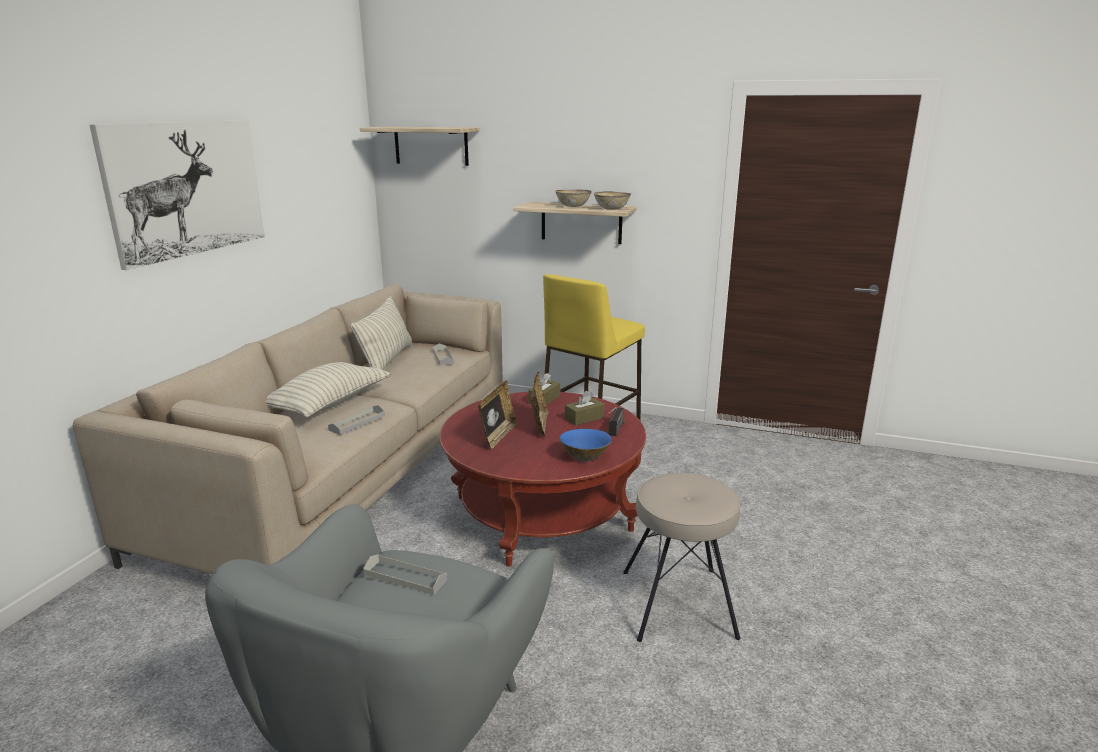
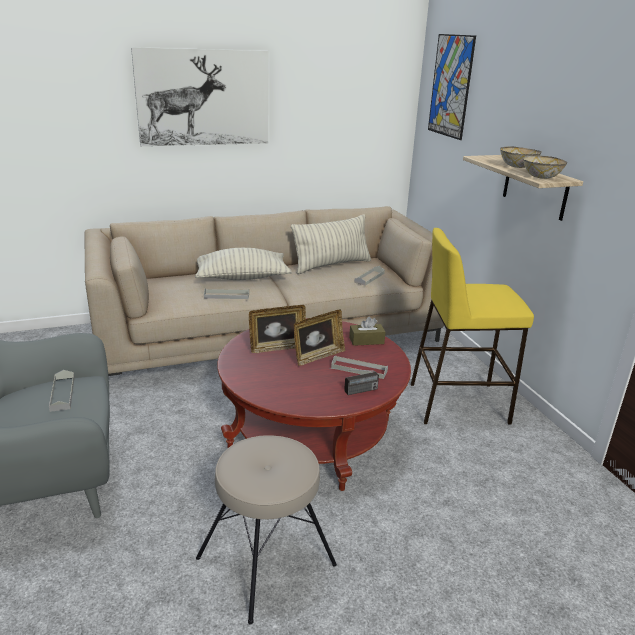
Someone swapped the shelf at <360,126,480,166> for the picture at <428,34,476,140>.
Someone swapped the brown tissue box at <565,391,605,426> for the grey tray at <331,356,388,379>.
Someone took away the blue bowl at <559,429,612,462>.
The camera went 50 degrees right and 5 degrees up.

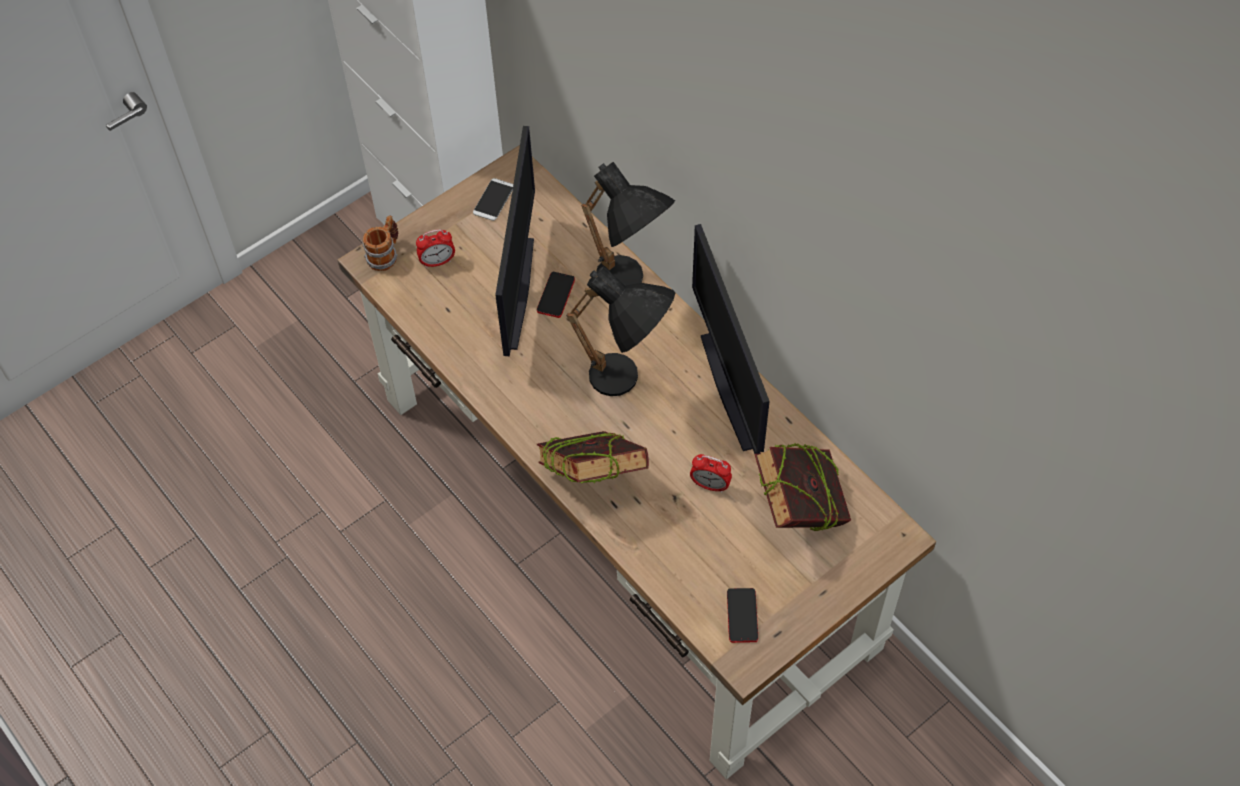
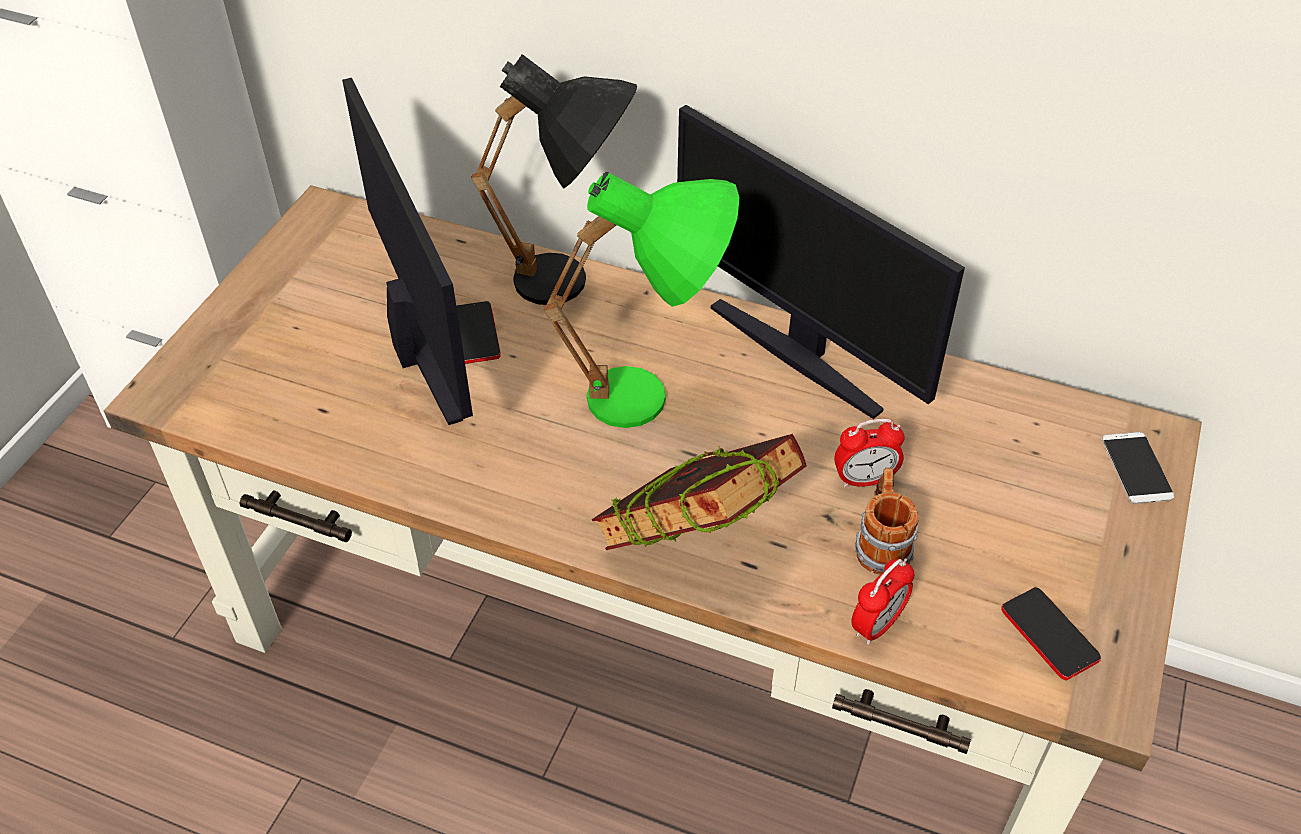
Someone carried the phone from <473,178,513,221> to <1102,432,1174,504>.
Someone carried the mug from <362,215,398,271> to <855,468,919,575>.
Someone carried the alarm clock from <416,229,455,268> to <851,558,915,645>.
Someone repainted the black table lamp at <566,266,676,396>, which became the green table lamp at <543,172,740,428>.
Someone took away the book at <754,443,851,531>.
The camera went 30 degrees left and 10 degrees down.

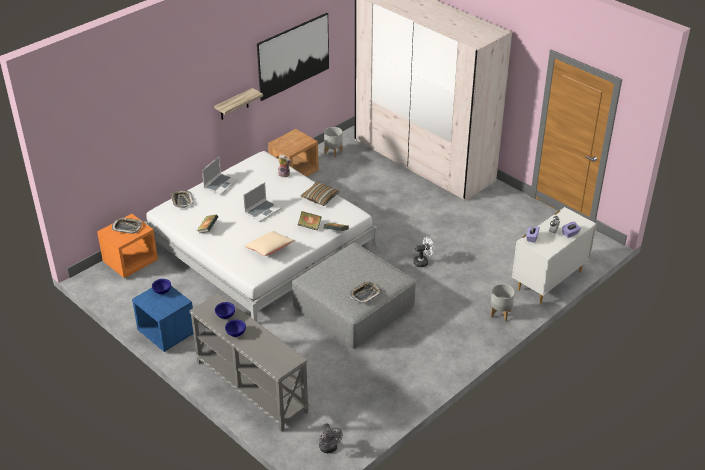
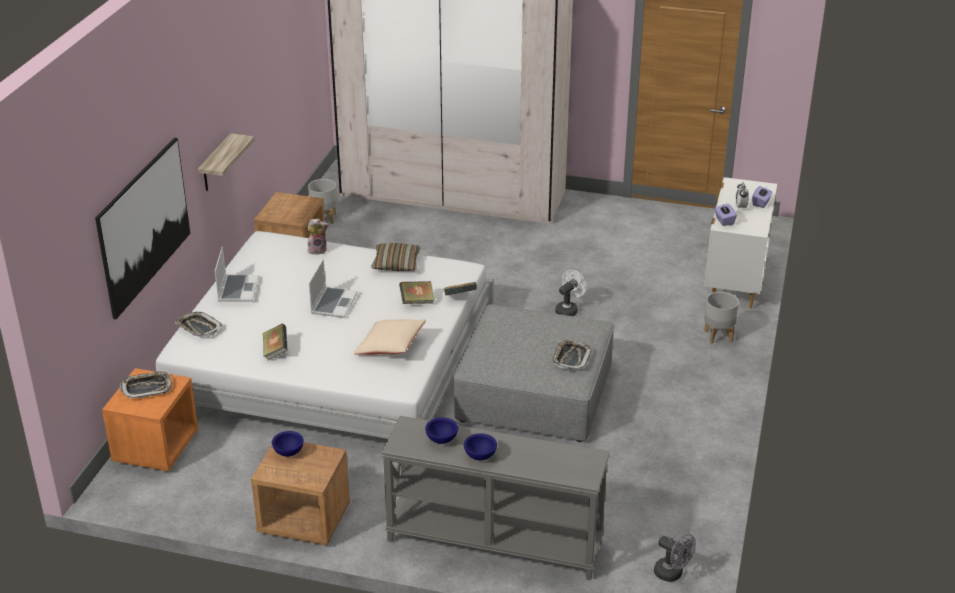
Someone carried the picture from <257,13,329,101> to <95,138,190,319>.
Someone repainted the blue nightstand at <132,286,193,352>, which became the brown nightstand at <251,442,350,545>.
The camera went 30 degrees left and 5 degrees down.

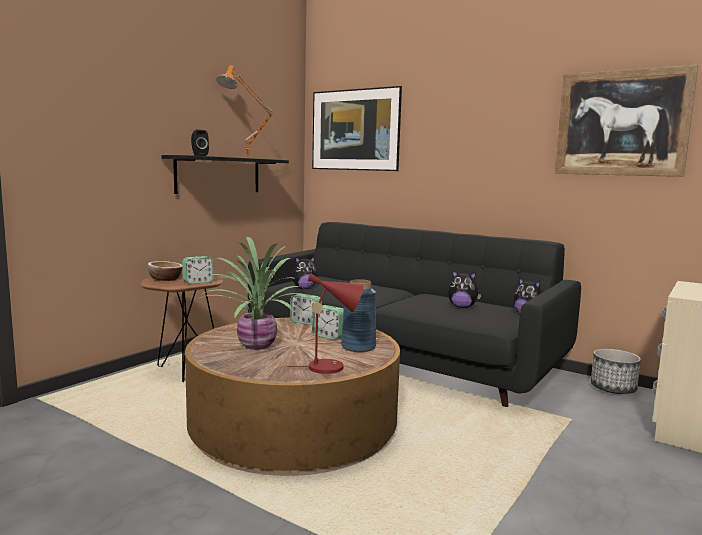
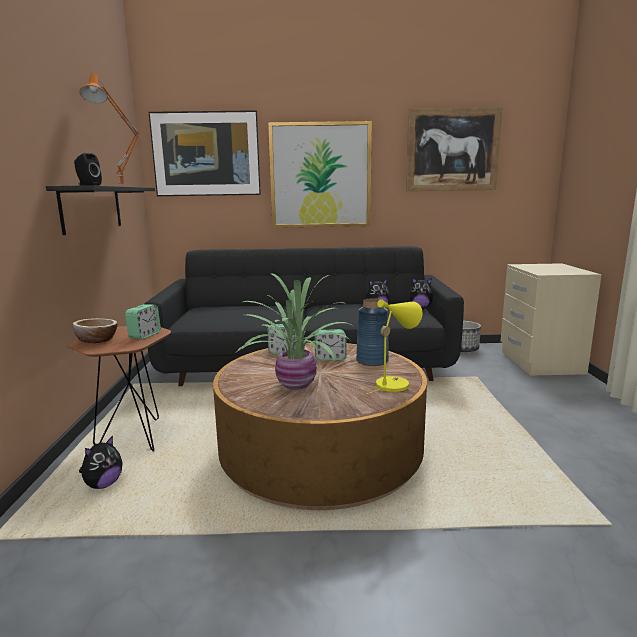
Someone carried the plush toy from <292,256,318,289> to <79,435,123,489>.
Someone repainted the red table lamp at <287,274,364,374>, which became the yellow table lamp at <366,299,422,395>.
Someone put up the picture at <268,121,372,228>.
The camera went 35 degrees left and 5 degrees up.

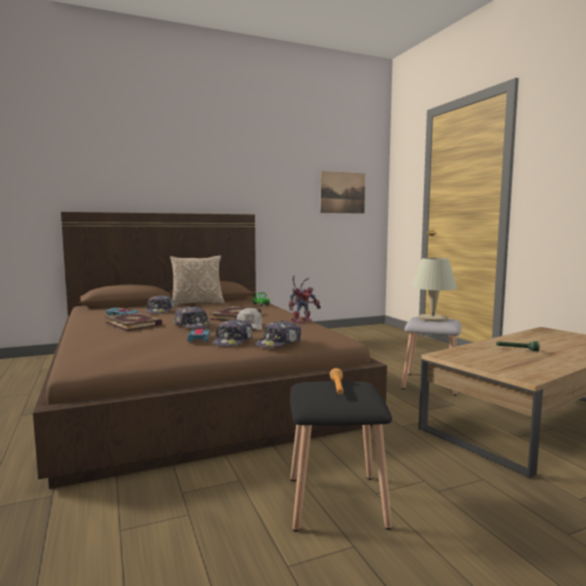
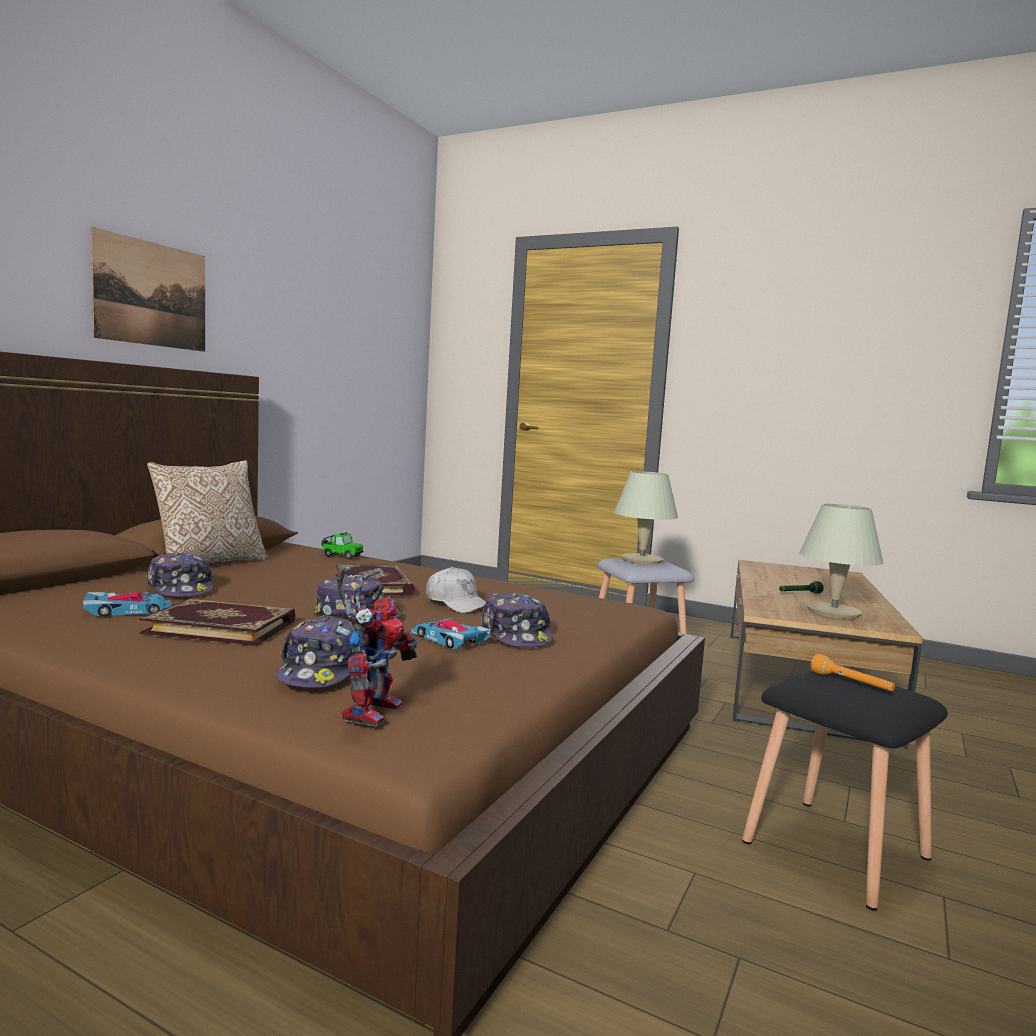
Someone carried the picture from <320,171,365,214> to <91,227,205,352>.
Someone carried the toy robot from <289,275,321,323> to <337,566,418,727>.
Someone carried the cap from <255,321,301,348> to <275,615,353,688>.
Someone put down the beige table lamp at <799,504,883,619>.
The camera went 40 degrees left and 0 degrees up.

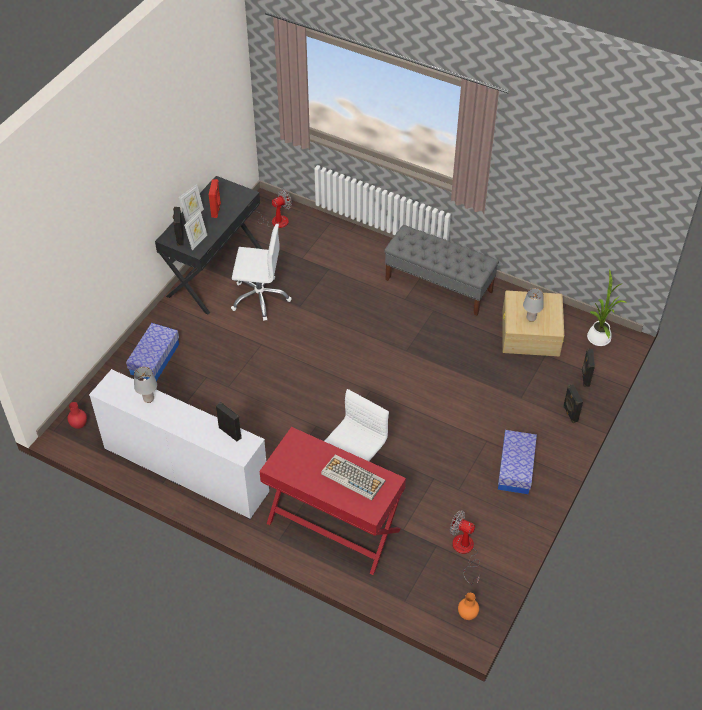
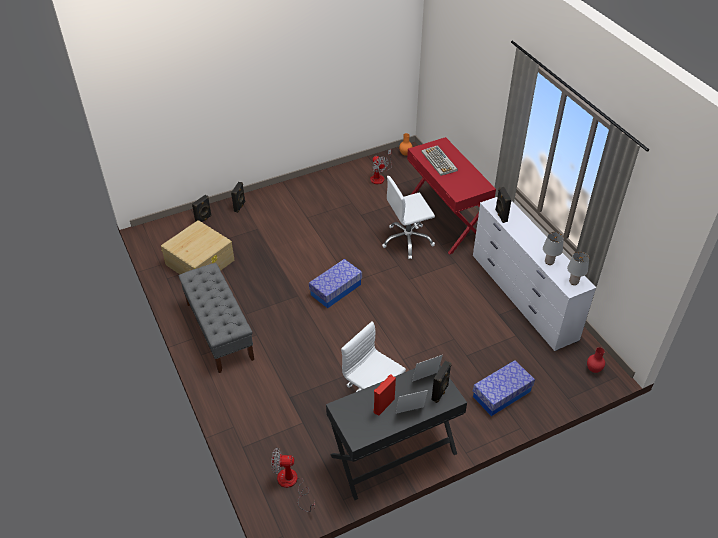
Someone took away the potted plant at <587,269,625,346>.
Someone carried the grey table lamp from <523,288,544,322> to <567,251,589,285>.
Someone carried the storage box from <498,430,537,494> to <309,259,362,308>.
The camera went 145 degrees left and 5 degrees down.

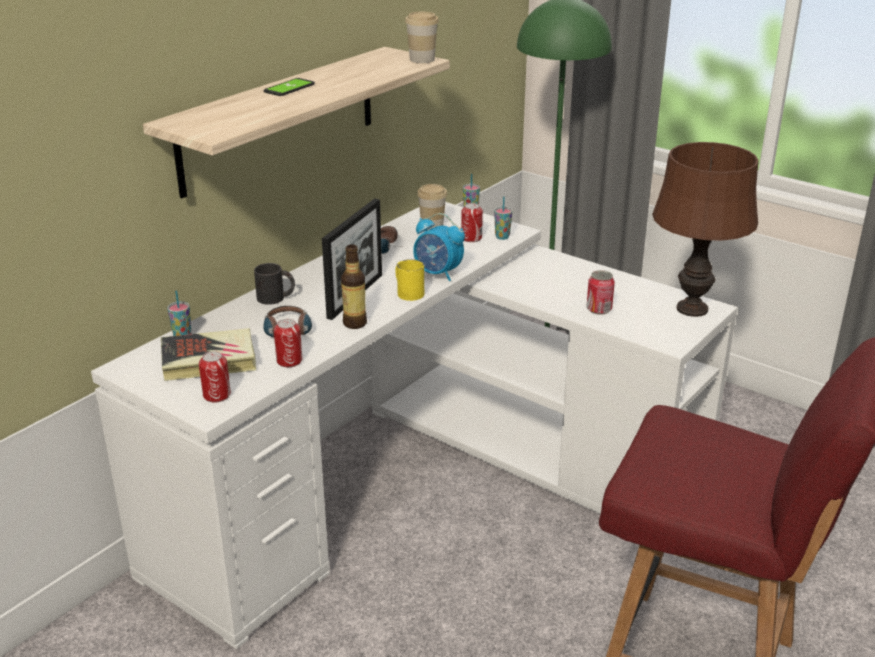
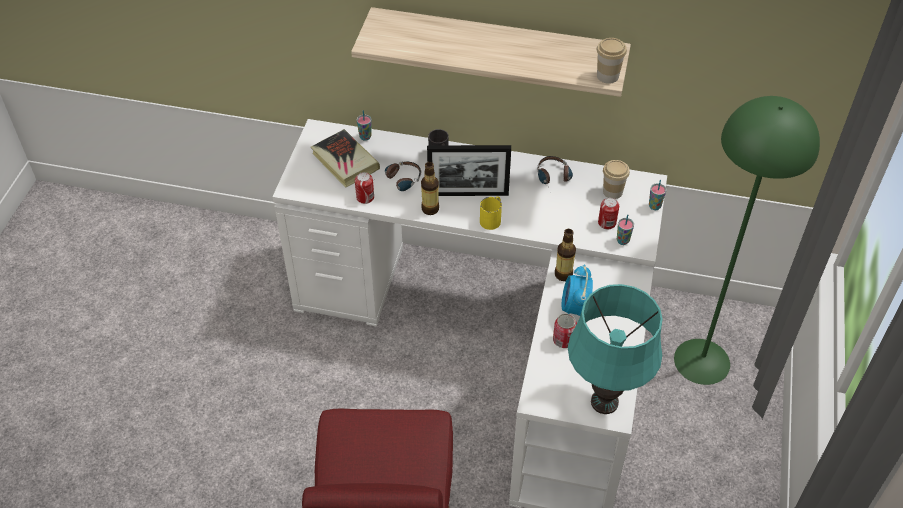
Someone took away the phone at <264,78,315,96>.
Someone repainted the brown table lamp at <652,142,759,317>, which became the turquoise table lamp at <568,284,663,414>.
Someone carried the alarm clock from <413,213,465,281> to <562,265,593,316>.
Someone took away the can at <199,351,231,402>.
Someone put down the bottle at <555,229,576,281>.
The camera went 65 degrees right and 20 degrees up.

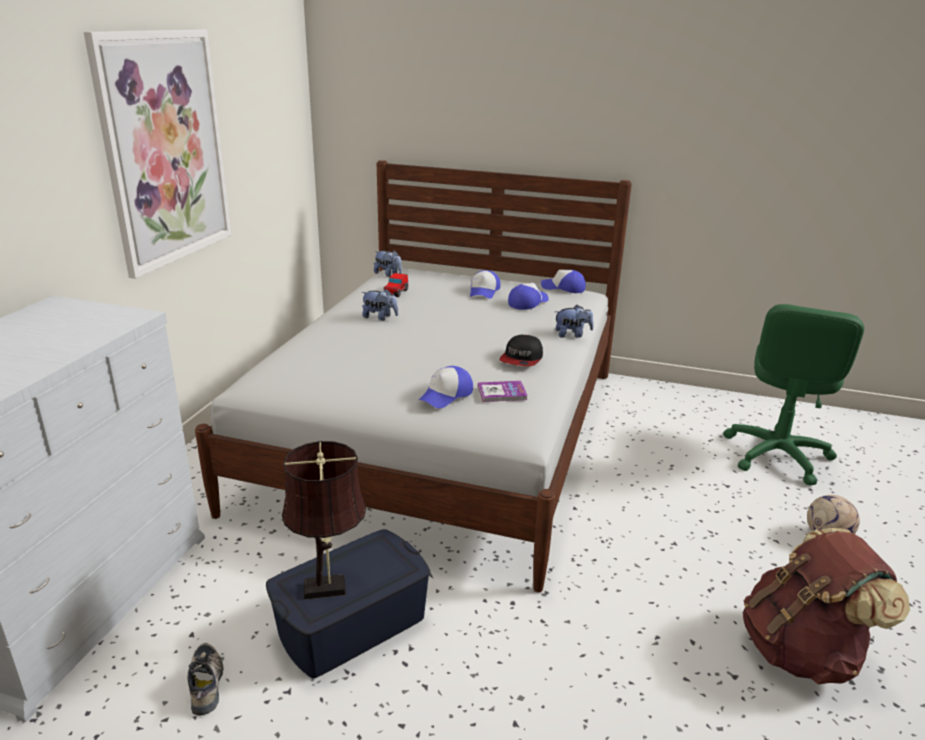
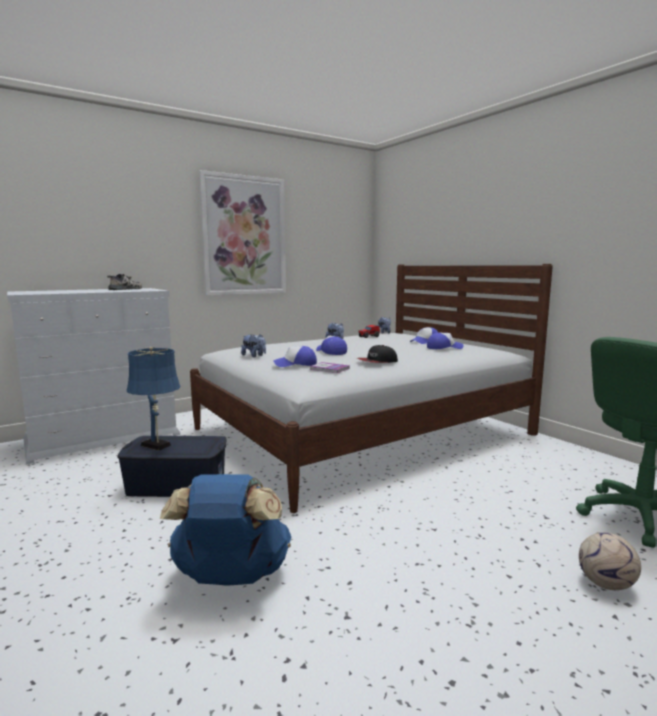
Someone carried the cap from <541,270,586,293> to <316,336,347,355>.
Someone carried the plush toy from <555,305,594,338> to <241,334,266,357>.
Someone repainted the brown table lamp at <282,441,366,600>, which became the blue table lamp at <127,346,181,451>.
Someone took away the brown backpack at <743,528,910,684>.
Someone carried the shoe from <188,643,224,716> to <107,274,142,290>.
Someone put down the blue backpack at <160,474,291,586>.
The camera went 40 degrees right and 15 degrees down.

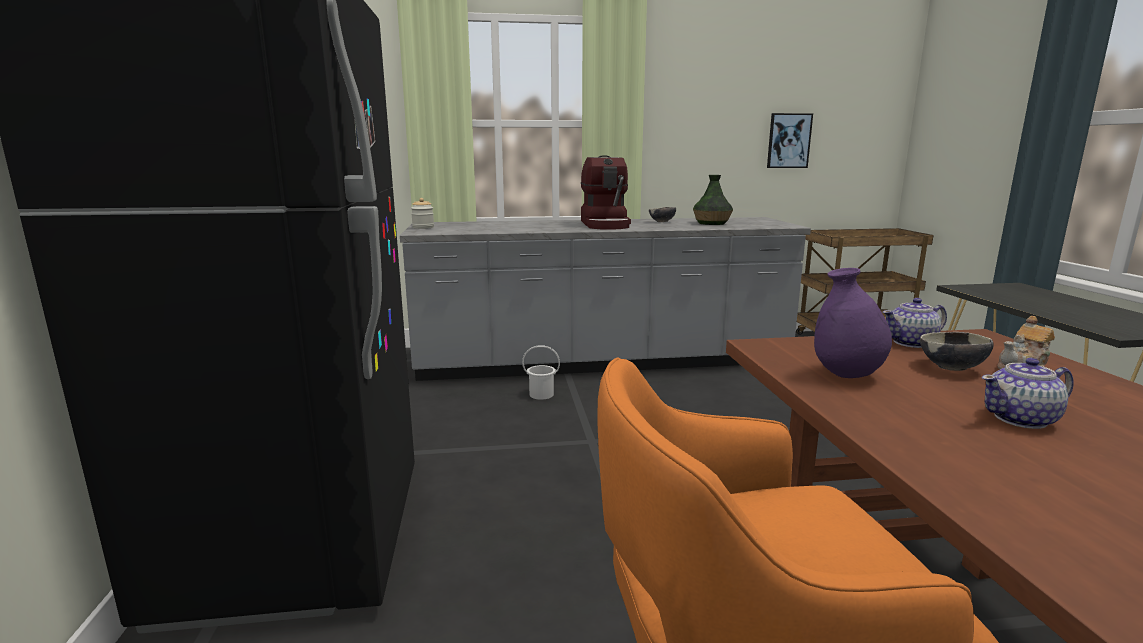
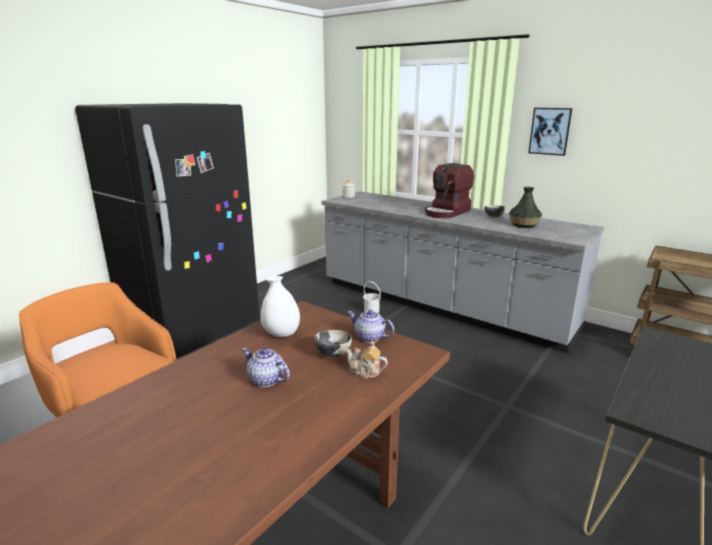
Someone carried the picture from <767,113,813,168> to <528,108,573,156>.
Someone repainted the purple vase at <814,268,892,378>, which became the white vase at <261,276,300,337>.
The camera went 45 degrees right and 5 degrees up.

